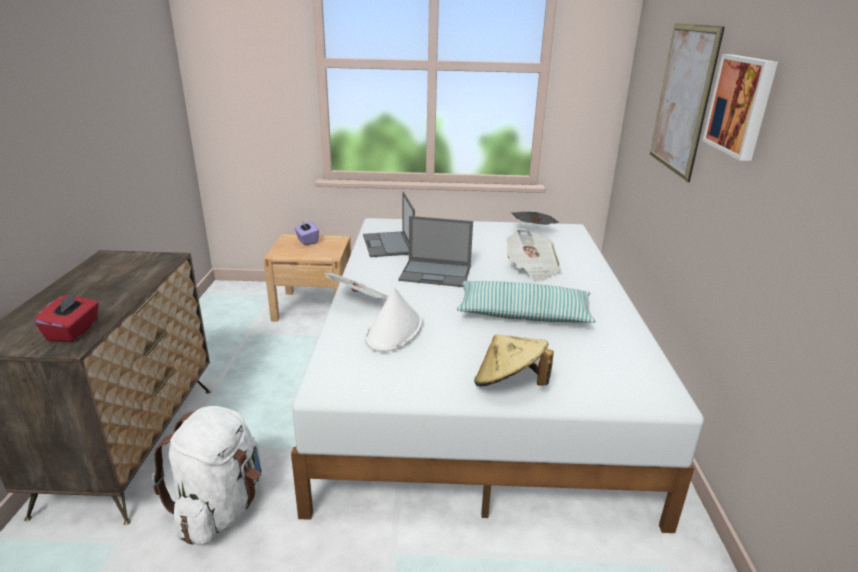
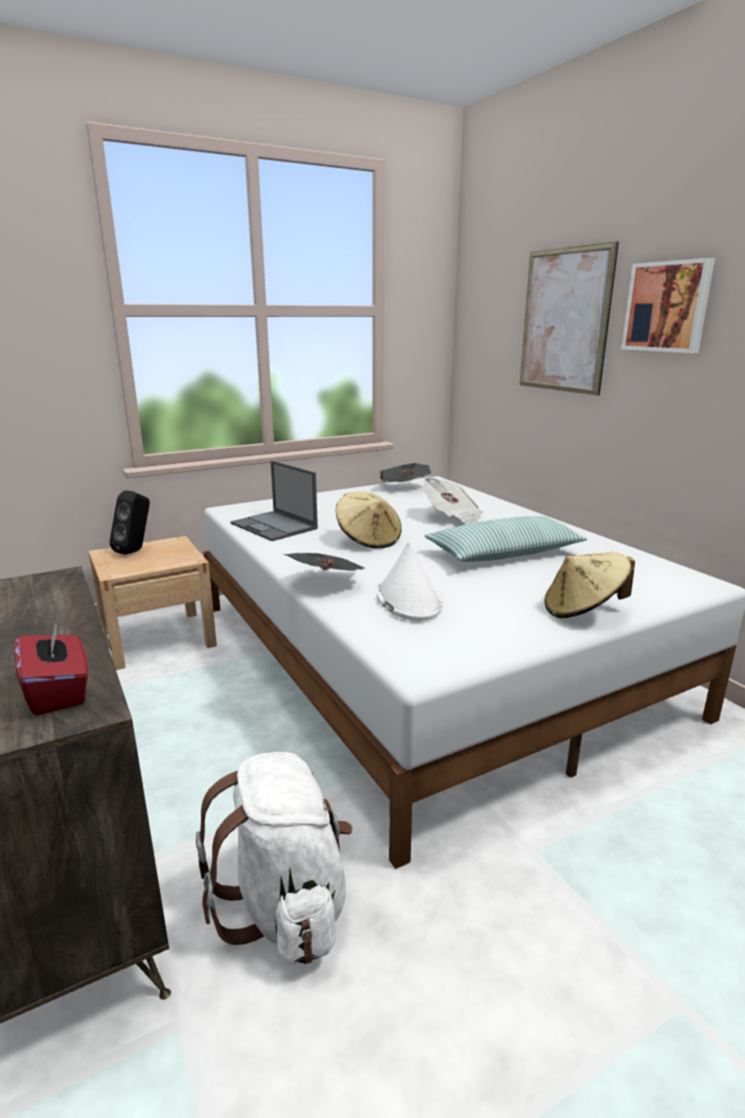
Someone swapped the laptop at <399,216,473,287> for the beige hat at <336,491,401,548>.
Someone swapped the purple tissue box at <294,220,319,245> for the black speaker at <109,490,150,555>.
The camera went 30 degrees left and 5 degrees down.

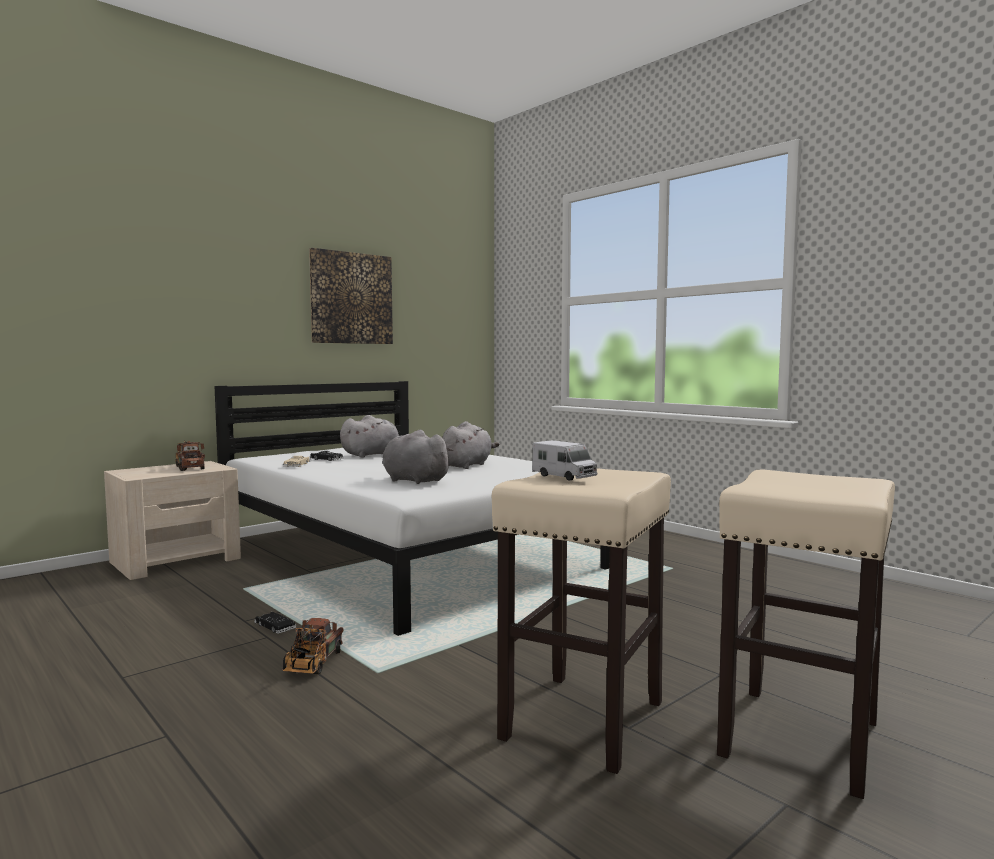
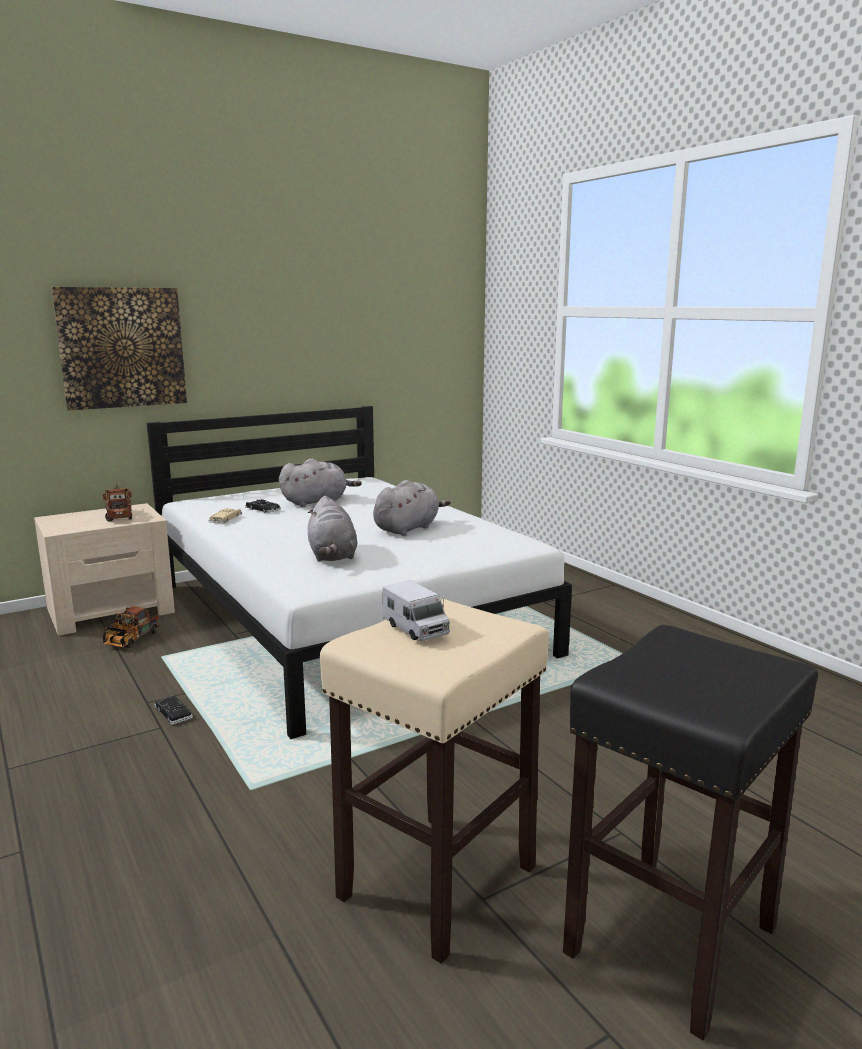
Someone carried the picture from <309,248,393,344> to <51,287,187,411>.
Someone rotated the grey plush toy at <382,430,453,484> by 150 degrees counterclockwise.
Someone repainted the beige stool at <717,470,895,799>, which became the black stool at <563,625,818,1040>.
Someone carried the toy truck from <282,618,344,674> to <103,606,159,648>.
The camera went 10 degrees right and 10 degrees up.

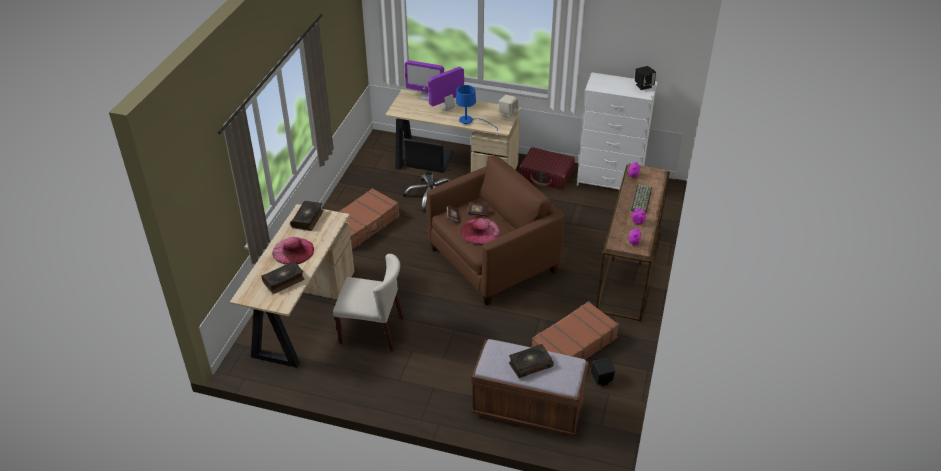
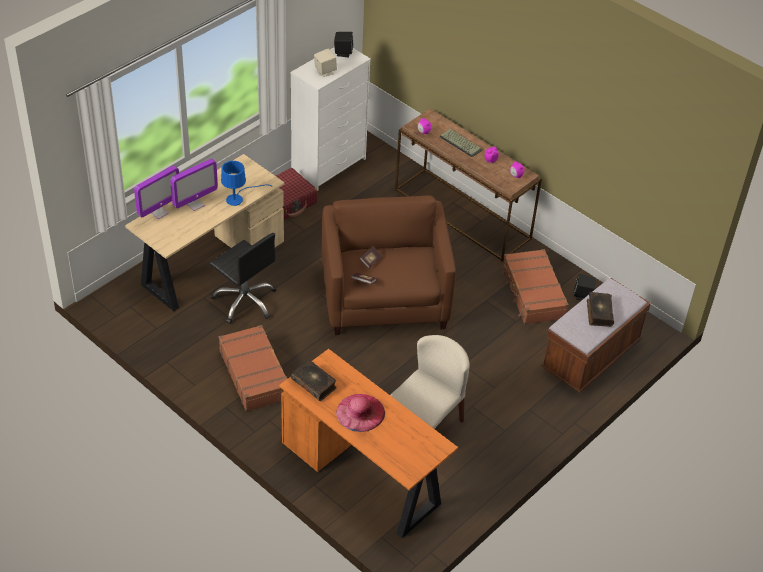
Someone rotated the monitor at <428,67,464,111> by 120 degrees counterclockwise.
Someone carried the beige speaker from <499,95,518,118> to <314,48,337,77>.
Someone repainted the beige desk at <230,204,354,368>, which became the orange desk at <279,349,458,538>.
Someone took away the pink hat at <461,218,500,244>.
Someone took away the book at <261,261,304,294>.
The camera went 65 degrees left and 5 degrees up.

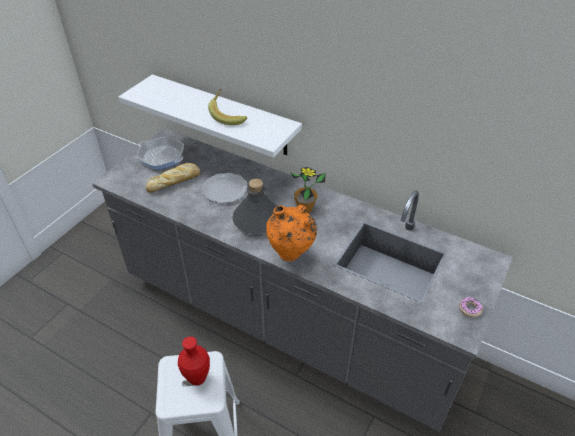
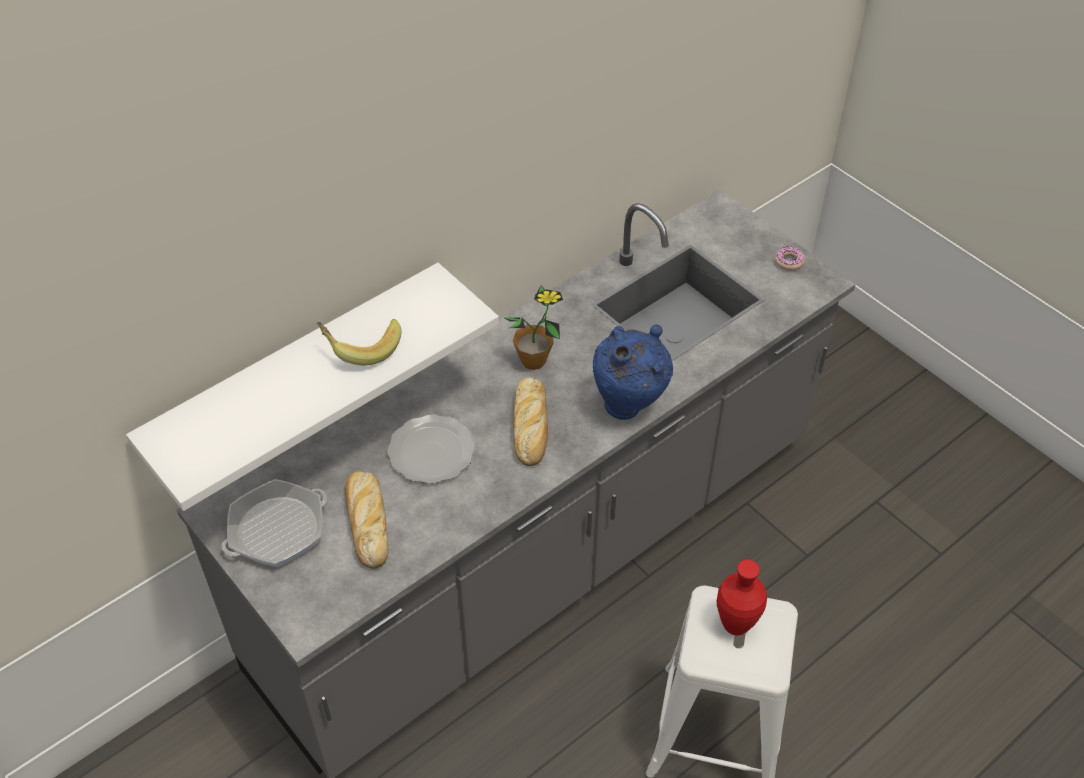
Someone swapped the grey bottle at <232,179,277,234> for the bread at <513,377,548,466>.
Someone repainted the orange vase at <266,205,317,261>, which became the blue vase at <593,324,673,420>.
The camera went 70 degrees left and 5 degrees up.

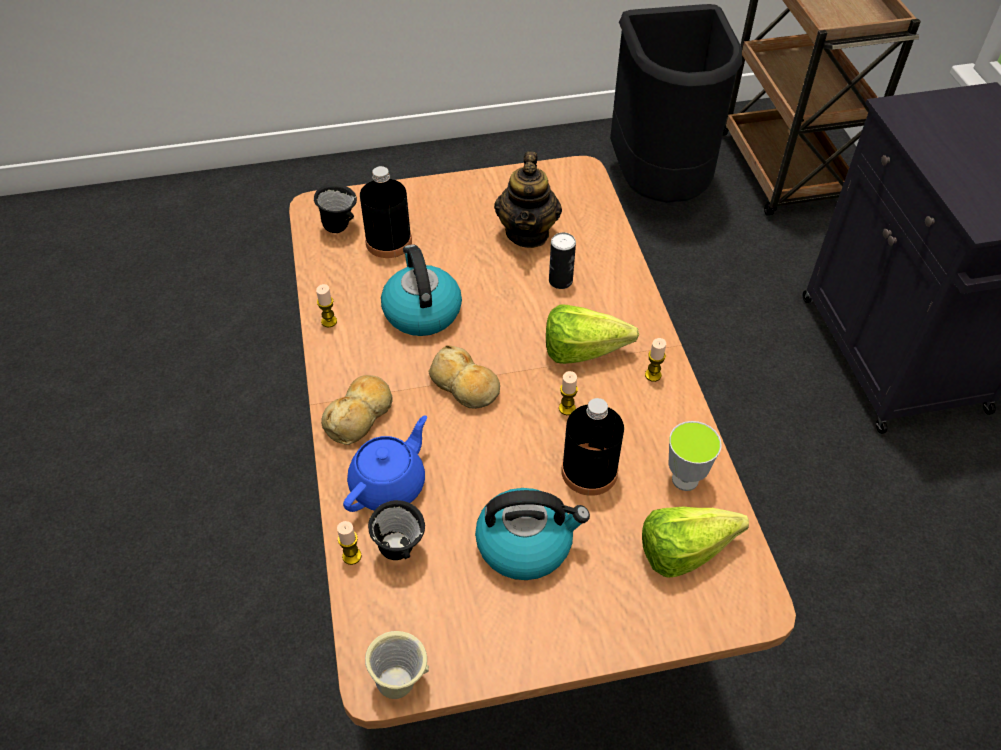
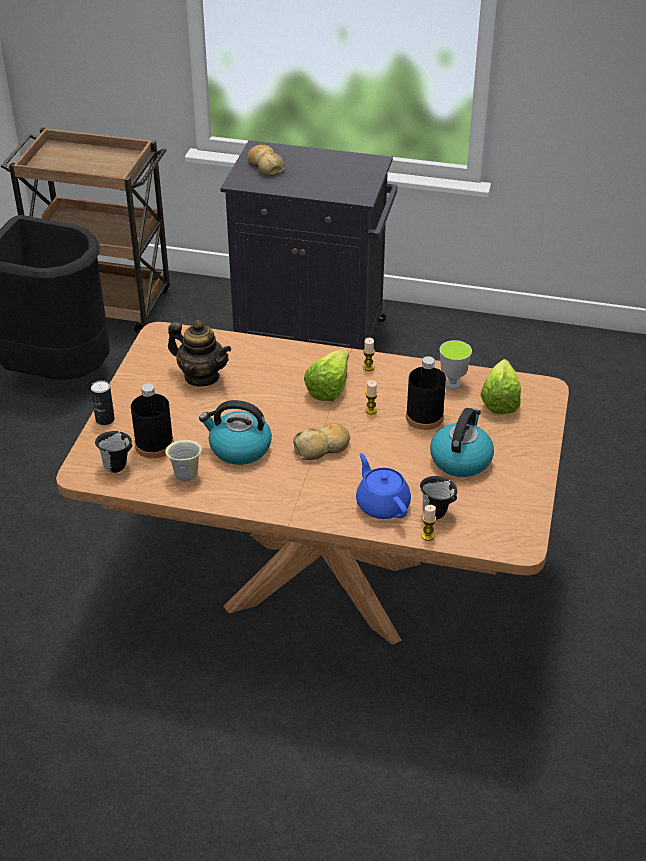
Someone carried the can from <549,232,576,289> to <91,380,115,425>.
Someone took away the candle at <316,284,337,328>.
Someone carried the bread from <321,375,393,445> to <248,145,284,176>.
Someone carried the beige mug from <365,631,429,699> to <165,440,202,482>.
The camera went 65 degrees left and 10 degrees down.

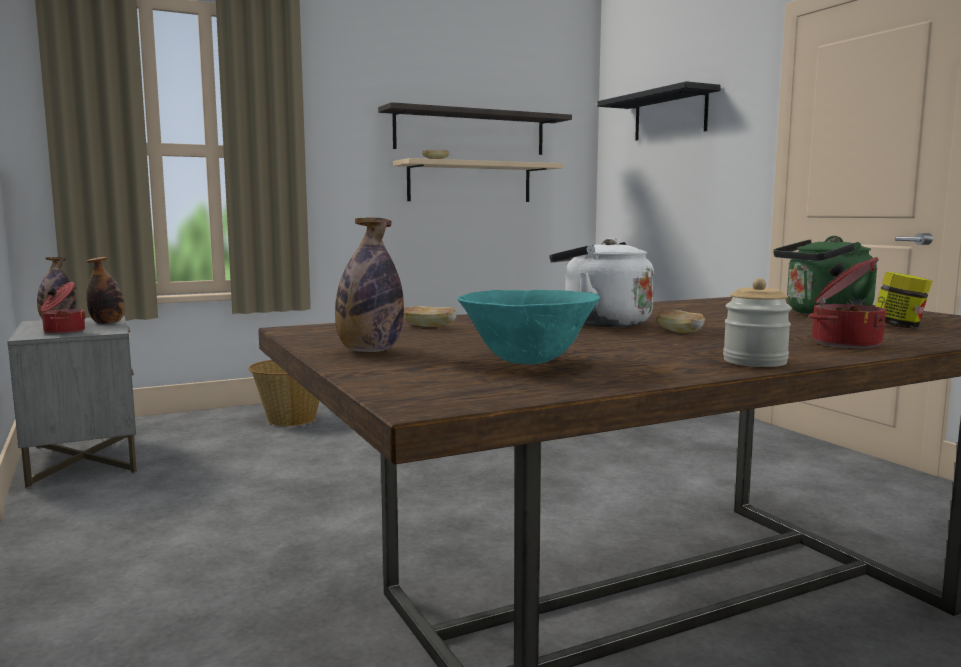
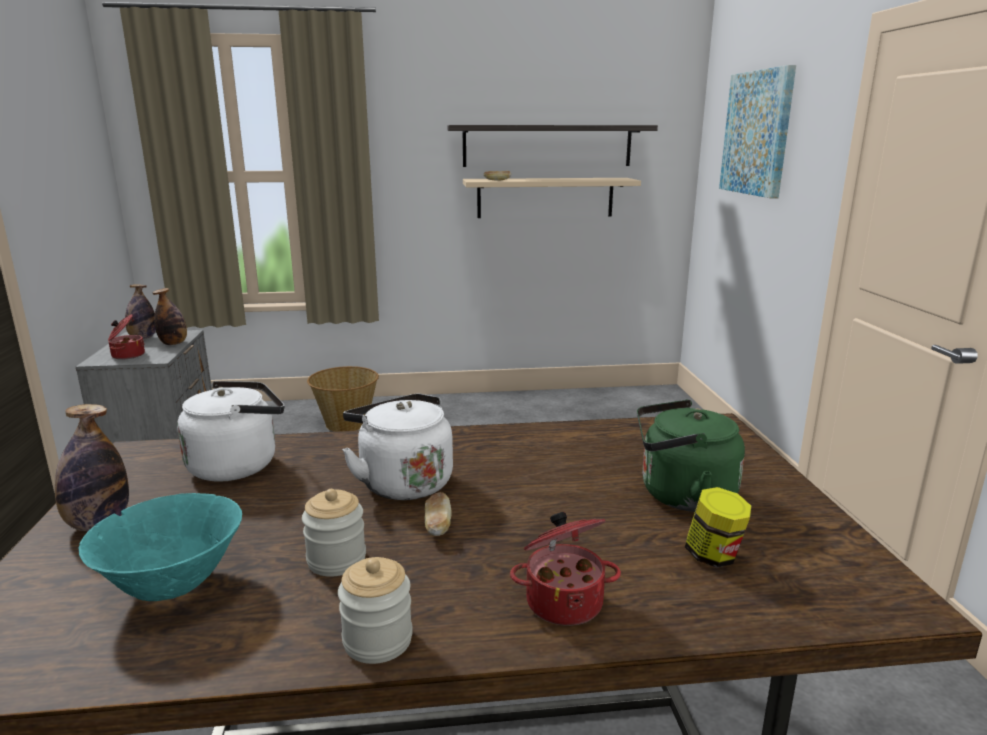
Someone swapped the black shelf at <597,81,721,141> for the picture at <719,65,796,199>.
Someone swapped the bread at <403,306,457,327> for the white kettle at <177,381,284,481>.
Someone put down the jar at <302,489,366,577>.
The camera went 20 degrees right and 10 degrees up.

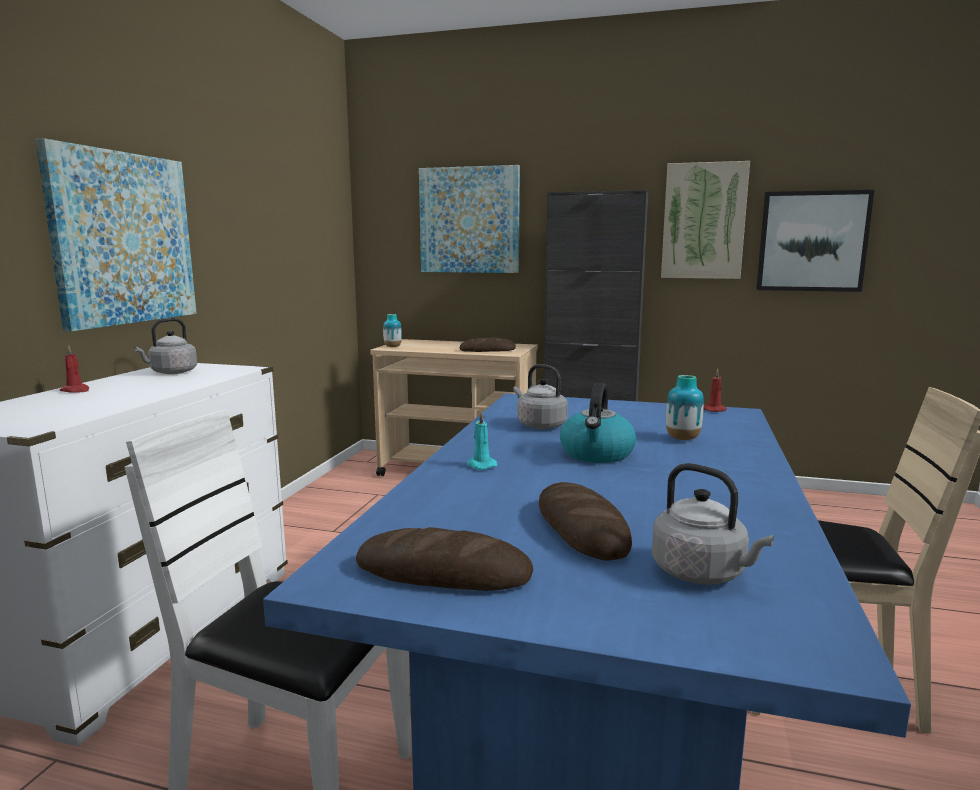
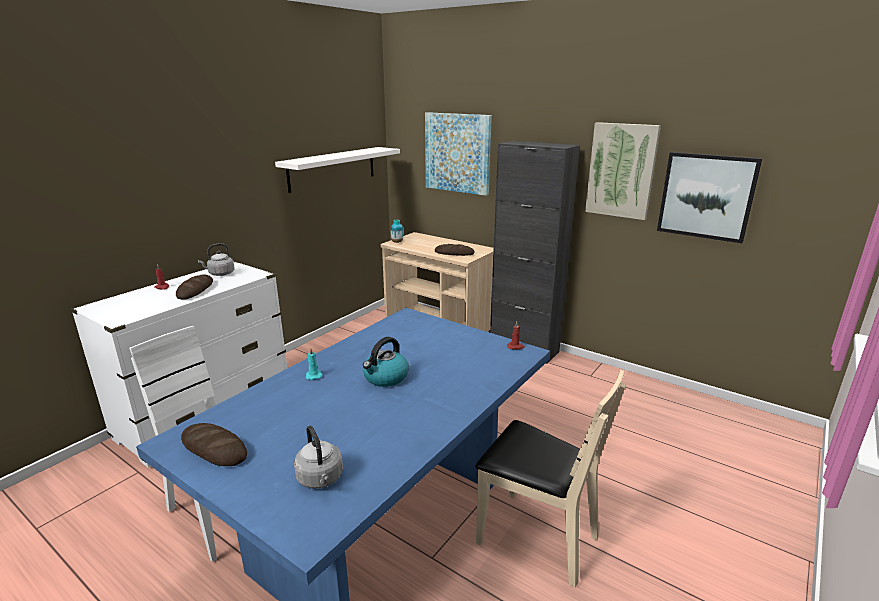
Someone took away the picture at <35,138,197,331>.
Someone took away the grey kettle at <513,364,568,429>.
Someone took away the vase at <666,375,704,440>.
Someone carried the bread from <539,482,632,560> to <176,274,213,300>.
Someone put up the white shelf at <275,147,400,193>.
The camera went 20 degrees right and 10 degrees up.

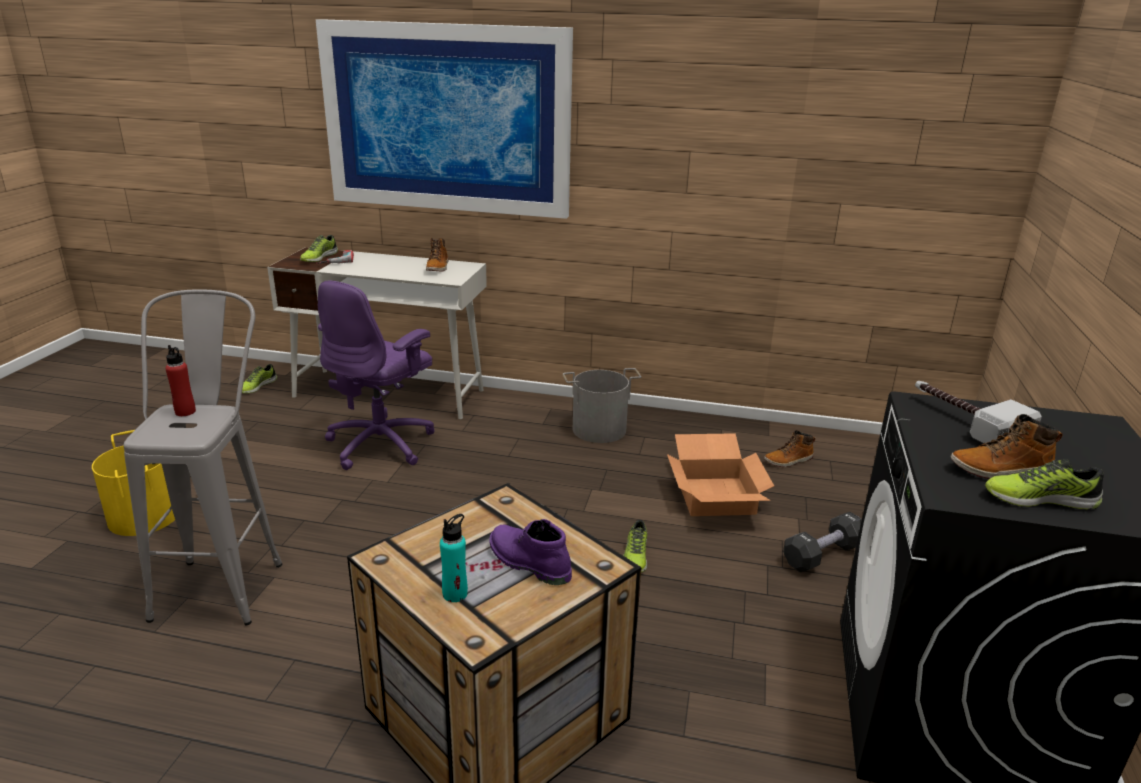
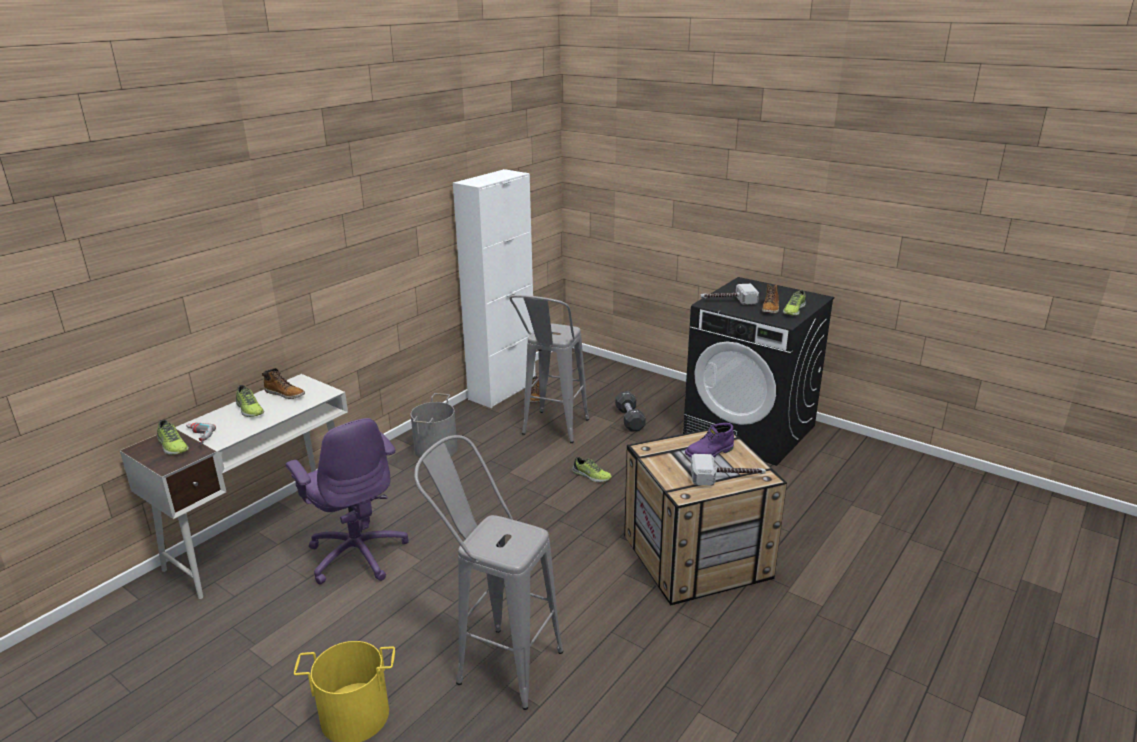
Someone took away the picture at <316,19,573,219>.
Someone took away the red bottle at <166,345,196,416>.
Someone carried the shoe from <242,364,277,394> to <236,385,264,417>.
Someone swapped the cardboard box at <667,433,774,516> for the grey stool at <509,295,589,443>.
Someone swapped the turquoise bottle at <440,514,468,602> for the hammer at <691,454,766,486>.
Someone put down the white cabinet at <453,169,535,408>.
The camera went 65 degrees left and 0 degrees up.

